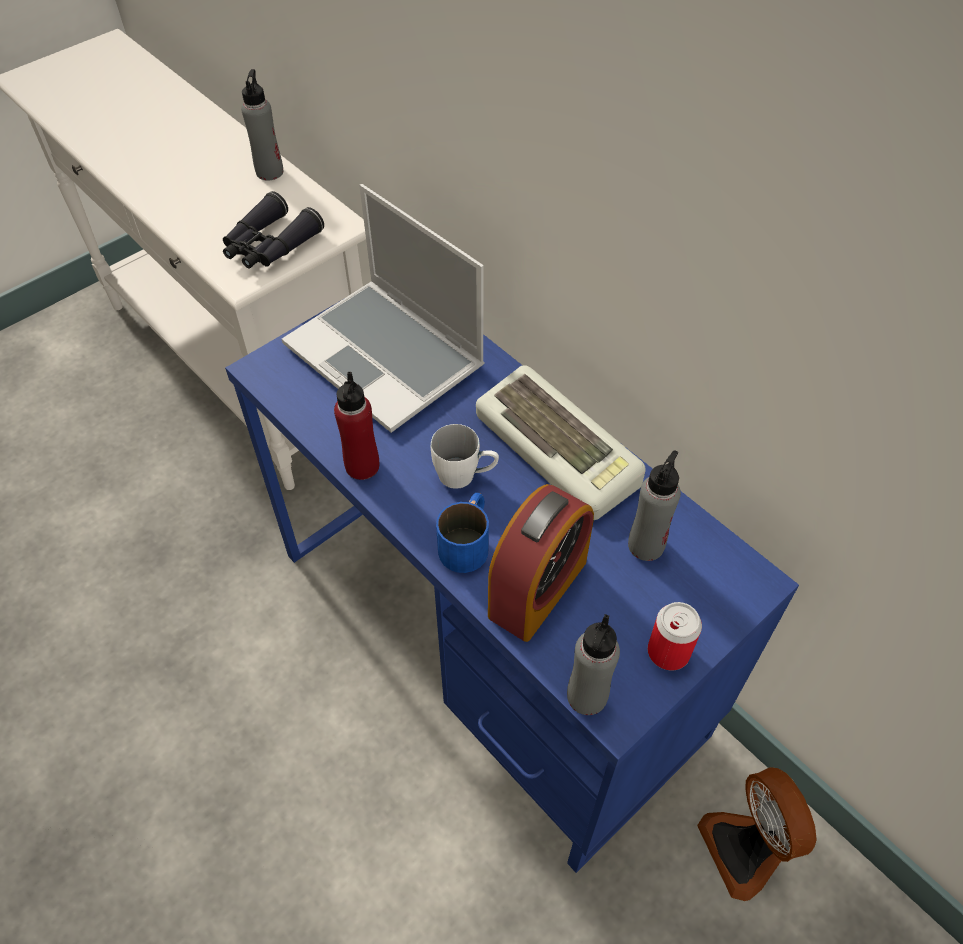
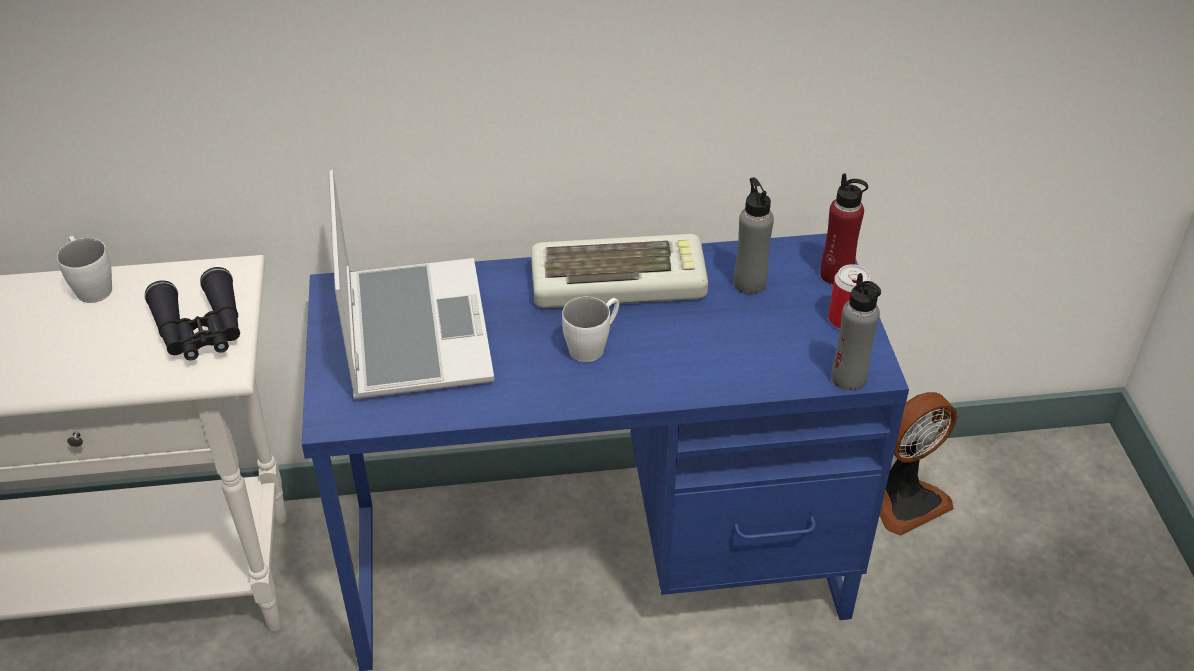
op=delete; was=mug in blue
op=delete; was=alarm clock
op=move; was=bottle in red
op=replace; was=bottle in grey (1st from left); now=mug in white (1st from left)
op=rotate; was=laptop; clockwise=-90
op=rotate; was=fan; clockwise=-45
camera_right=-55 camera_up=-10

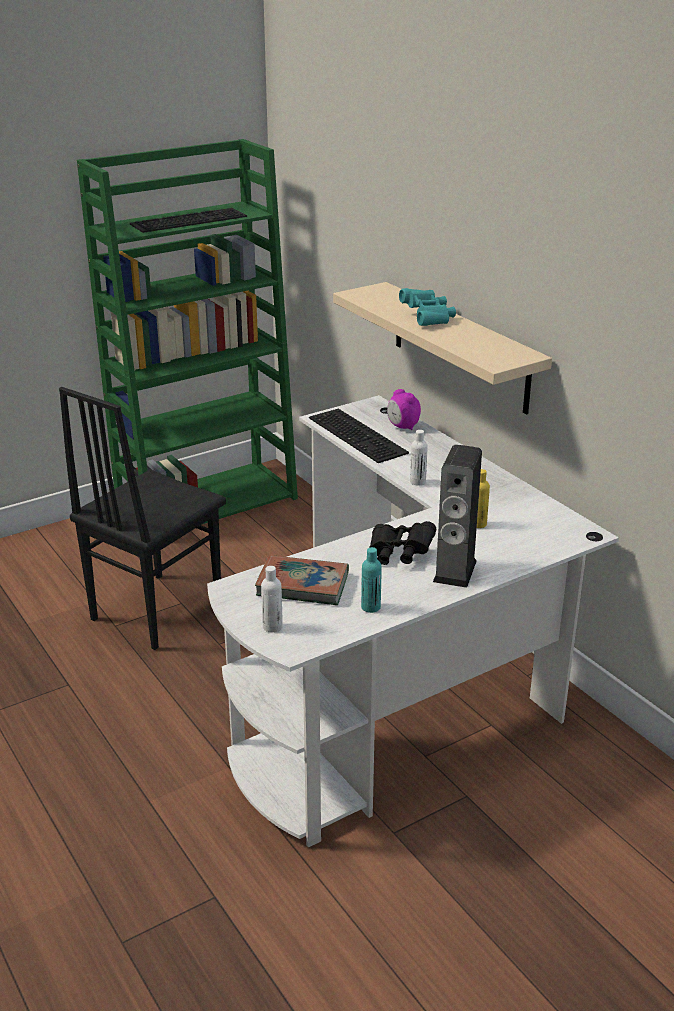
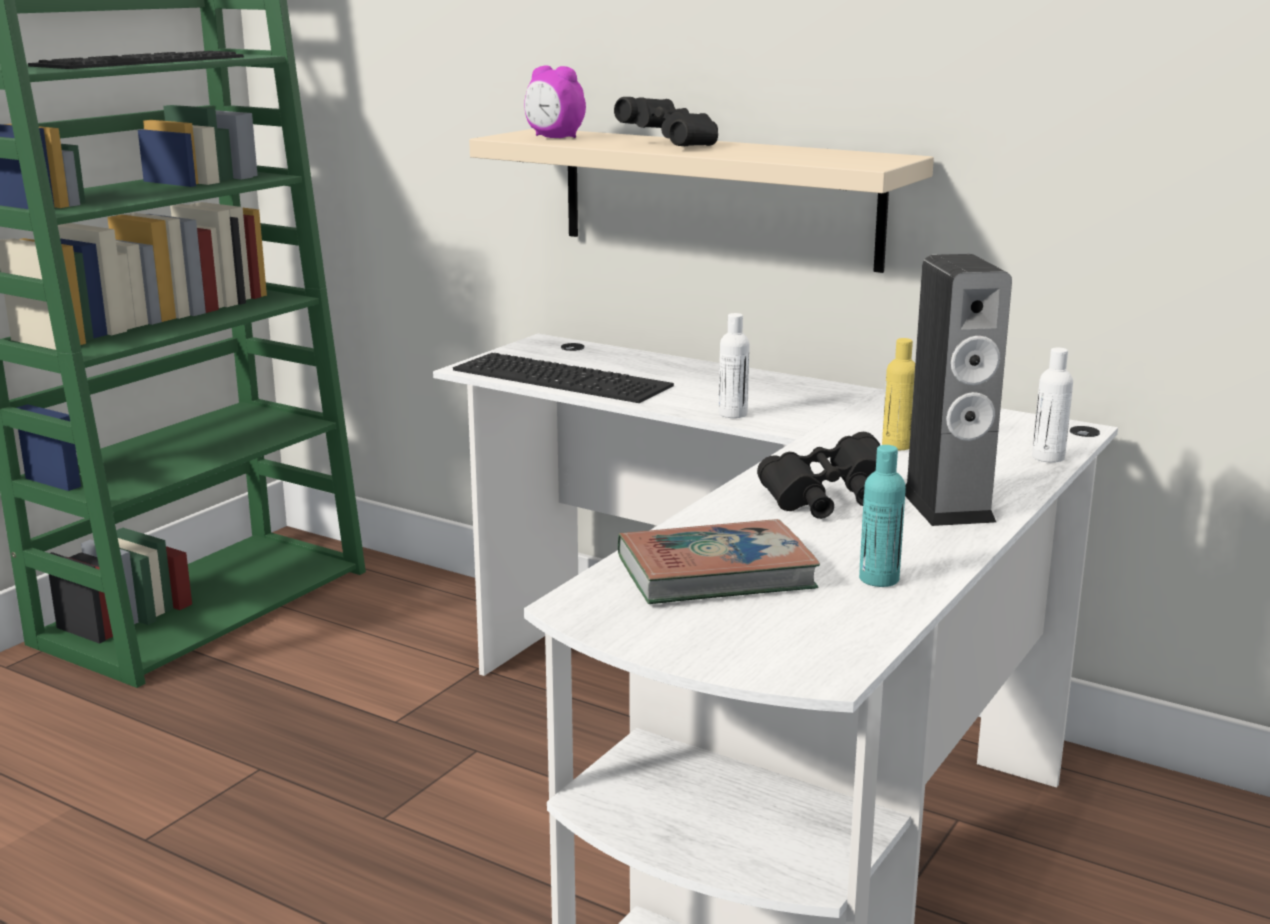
op=delete; was=chair in black
op=move; was=bottle in white (1st from left in the first image); now=bottle in white (2nd from left)
op=move; was=alarm clock
op=recolor; was=binoculars in turquoise; now=binoculars in black (1st from left)
camera_right=-25 camera_up=-10

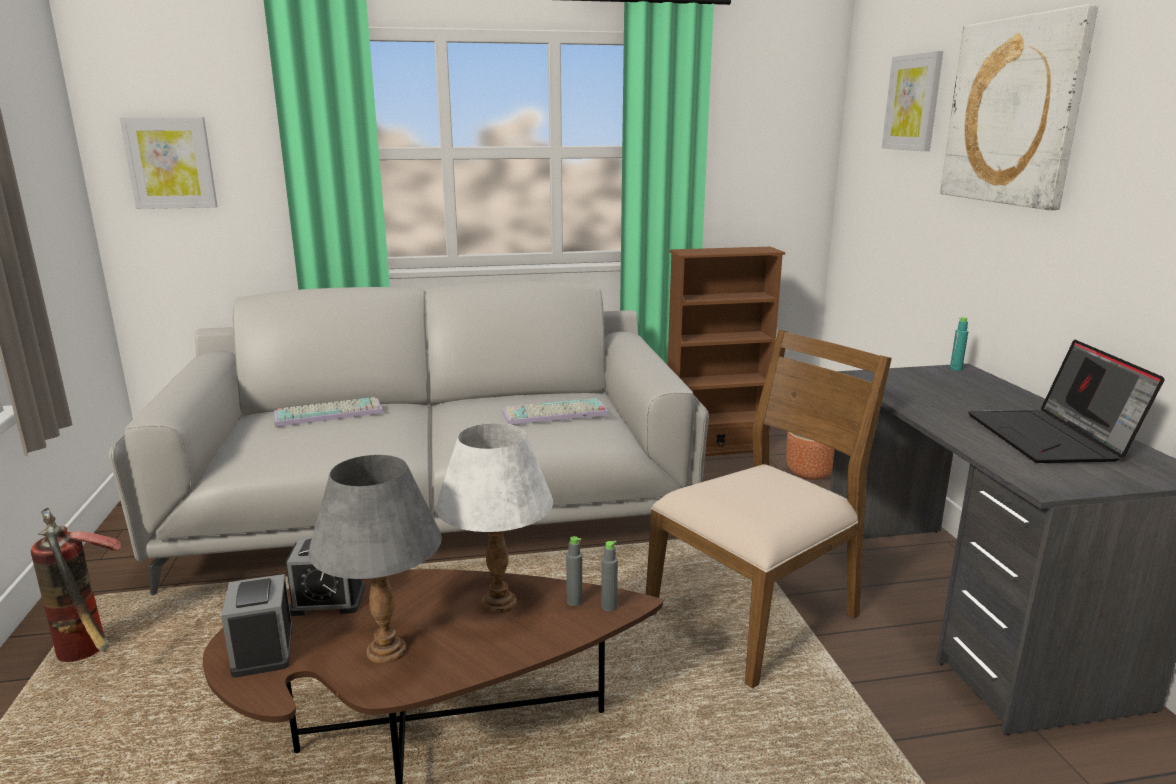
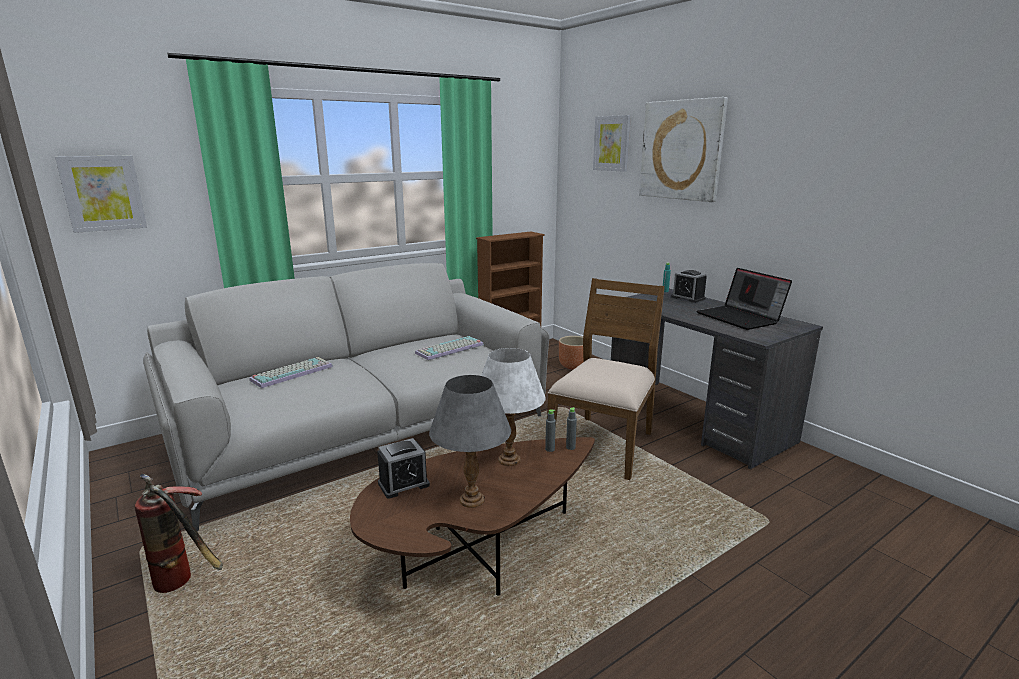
op=move; was=alarm clock (1st from left in the first image); now=alarm clock (2nd from left)
camera_right=-25 camera_up=0

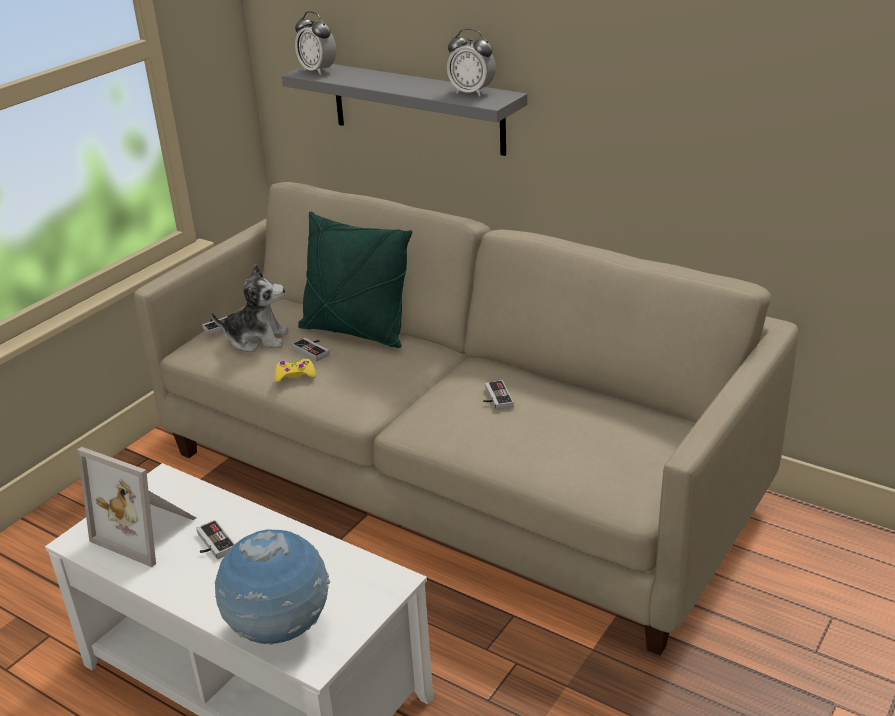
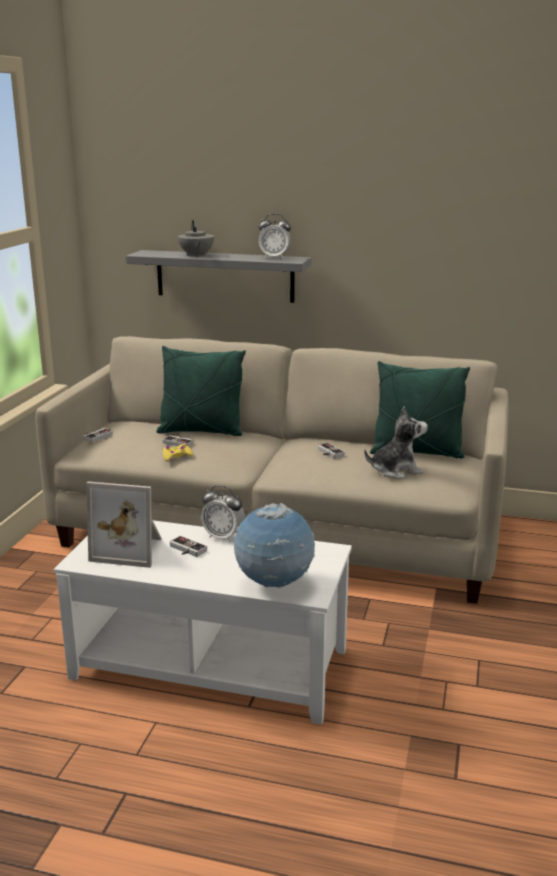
op=insert; now=teapot in grey
op=insert; now=pillow in green (2nd from left)
op=move; was=plush toy
op=move; was=alarm clock (1st from left)
camera_right=-20 camera_up=-10

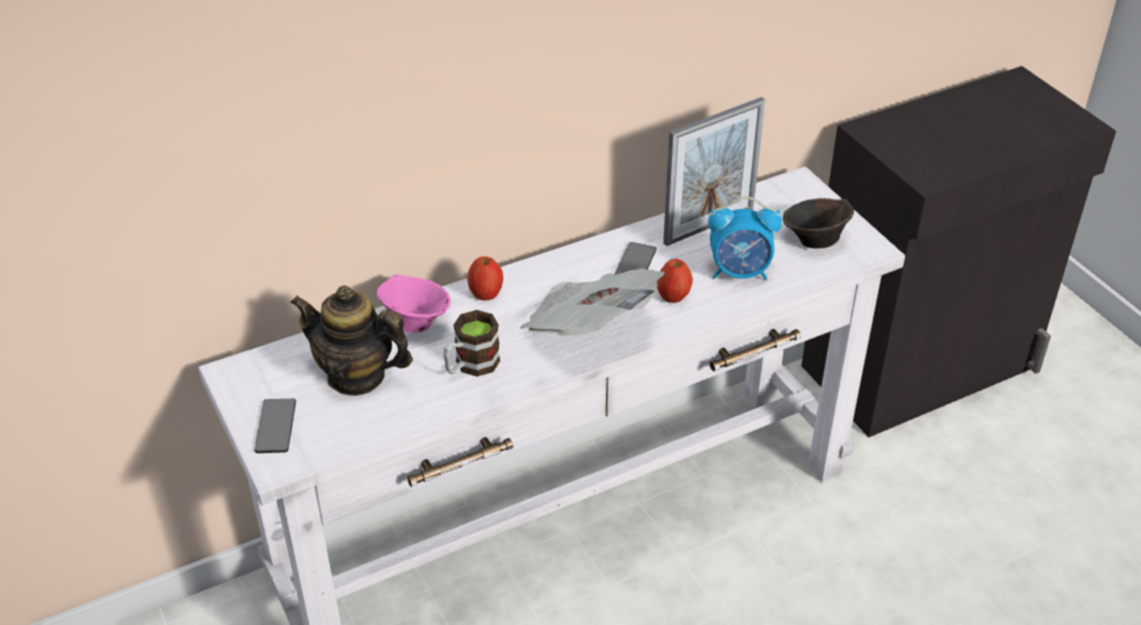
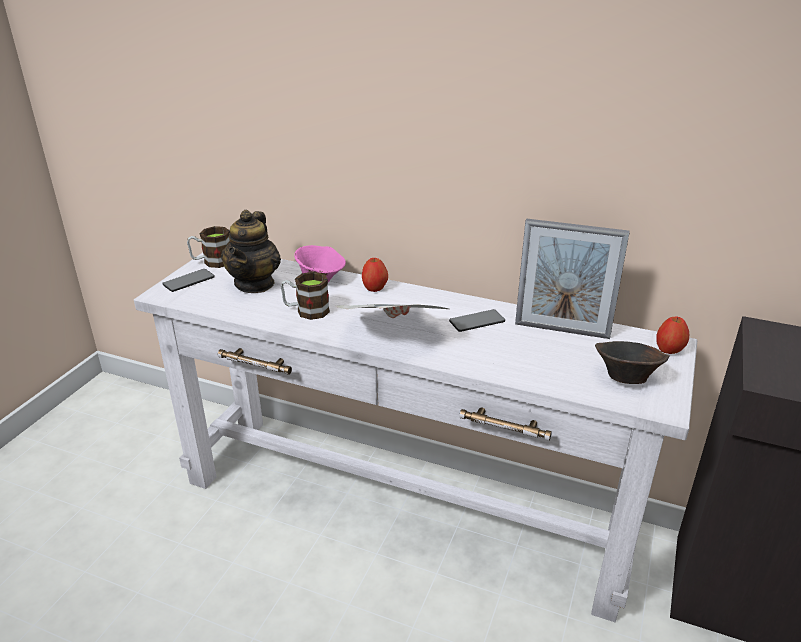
op=delete; was=alarm clock
op=insert; now=mug (1st from left)
op=move; was=apple (2nd from left)
op=rotate; was=teapot; clockwise=-150
camera_right=50 camera_up=-10

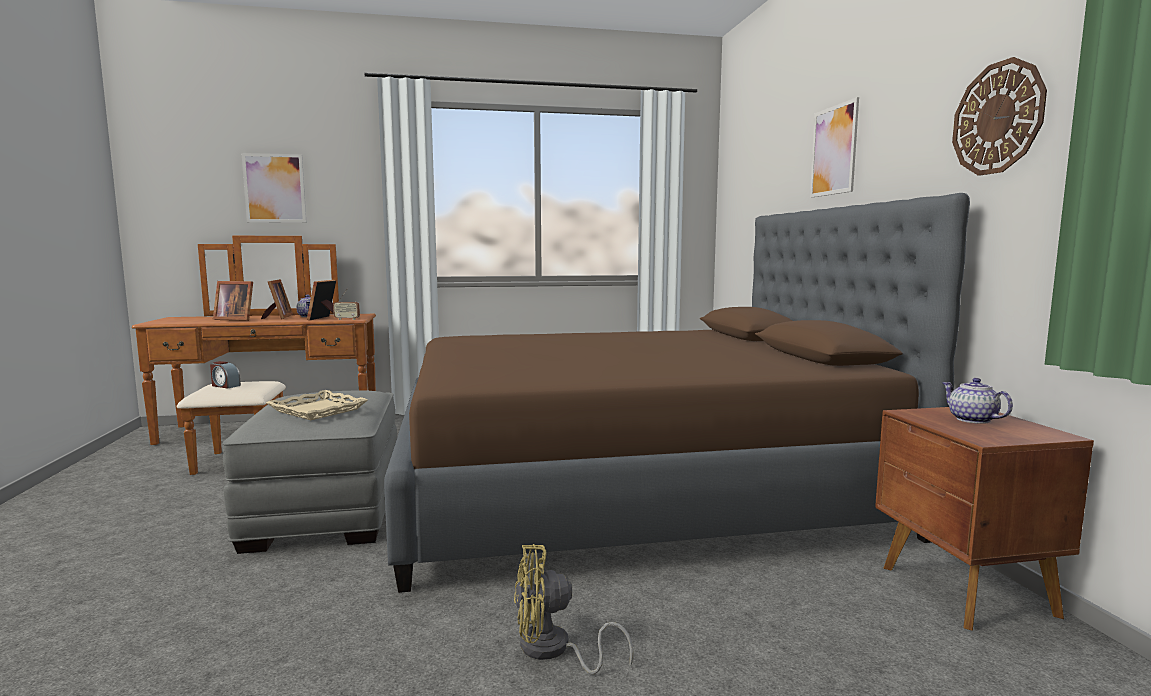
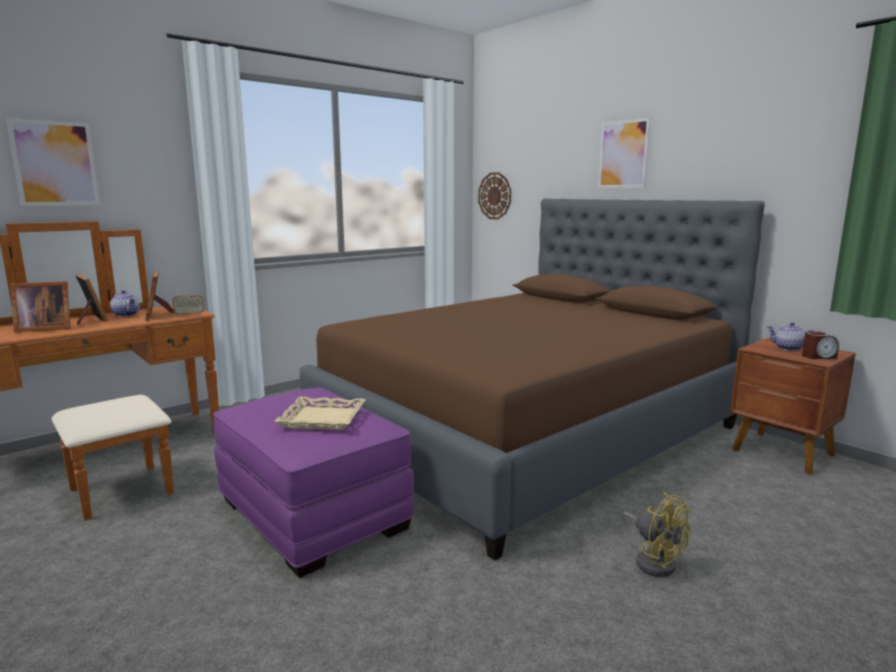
op=move; was=alarm clock
op=move; was=wall clock
op=recolor; was=ottoman in grey; now=ottoman in purple
op=rotate; was=fan in yellow; clockwise=-90
camera_right=-30 camera_up=5

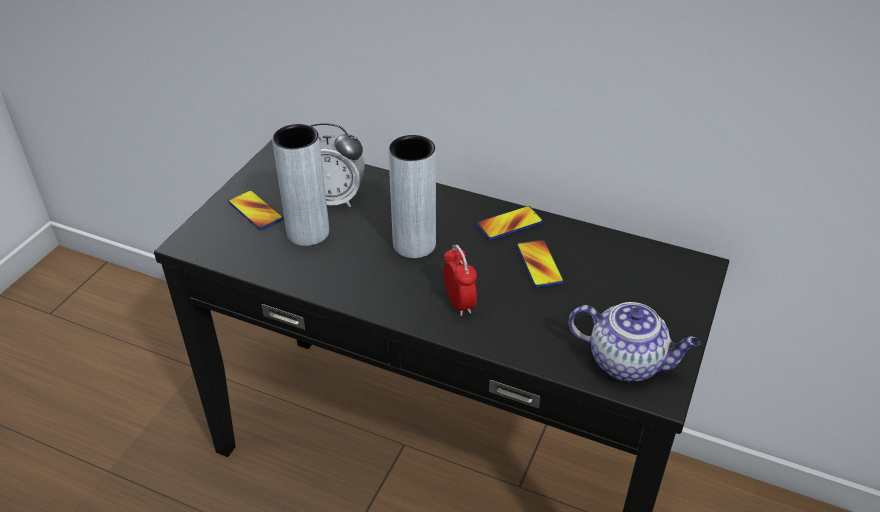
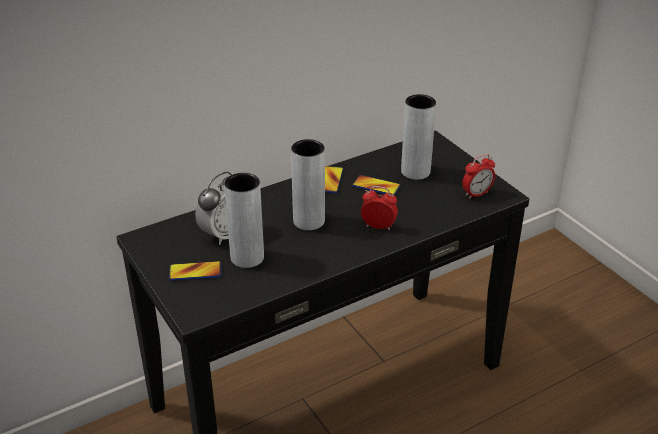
op=insert; now=vase in grey (3rd from left)
op=replace; was=teapot; now=alarm clock (3rd from left)
camera_right=-55 camera_up=-5

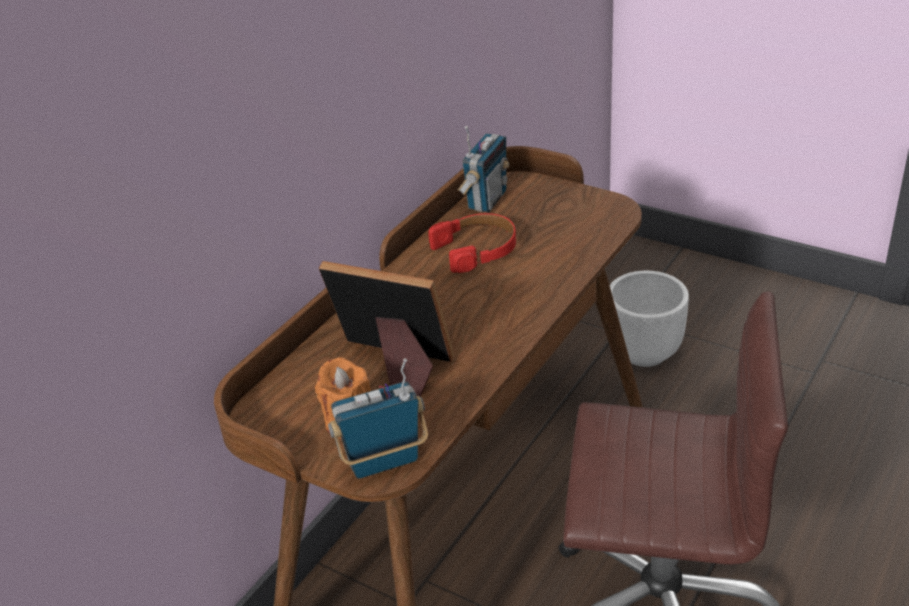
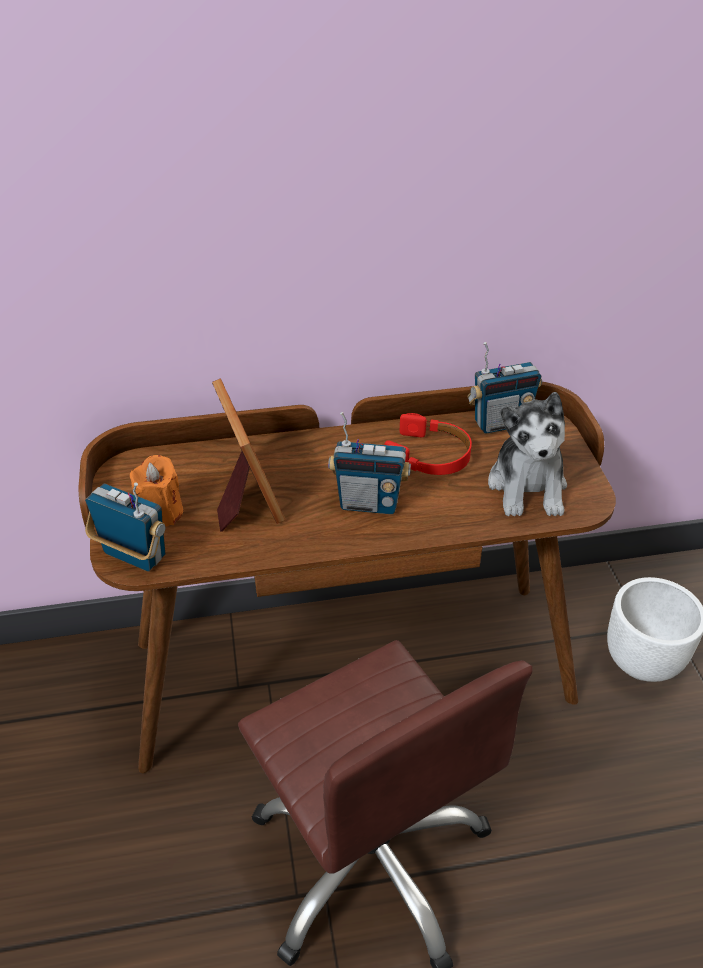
op=insert; now=radio (2nd from left)
op=insert; now=plush toy
camera_right=45 camera_up=5

